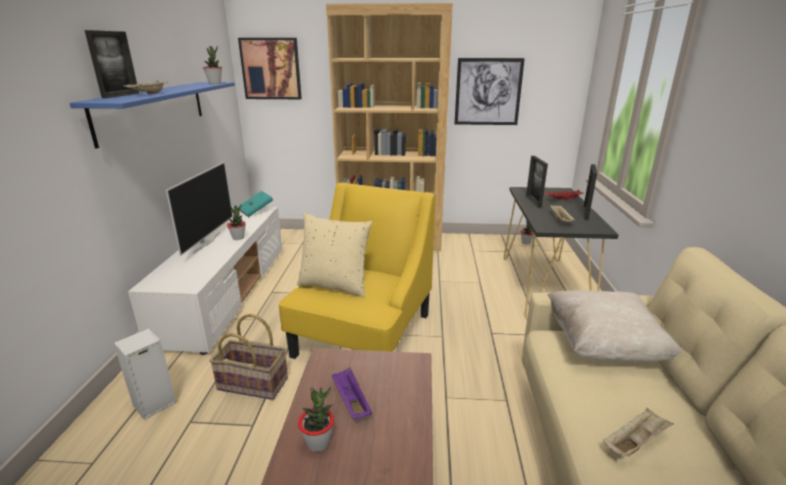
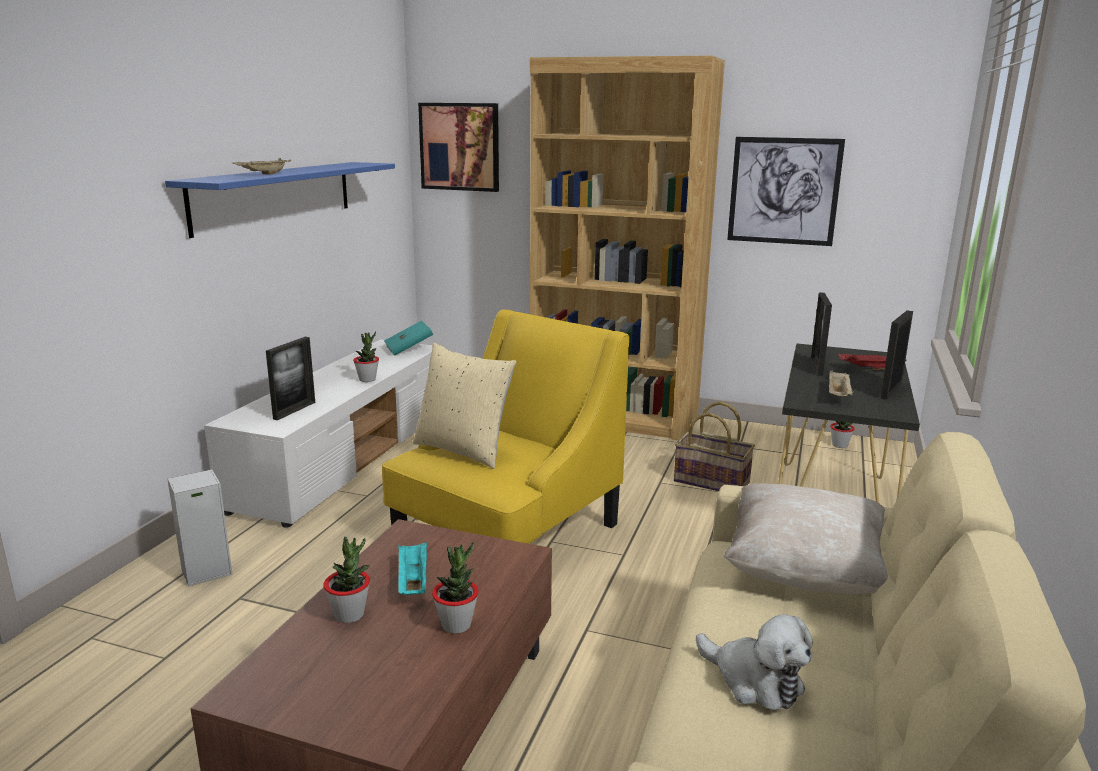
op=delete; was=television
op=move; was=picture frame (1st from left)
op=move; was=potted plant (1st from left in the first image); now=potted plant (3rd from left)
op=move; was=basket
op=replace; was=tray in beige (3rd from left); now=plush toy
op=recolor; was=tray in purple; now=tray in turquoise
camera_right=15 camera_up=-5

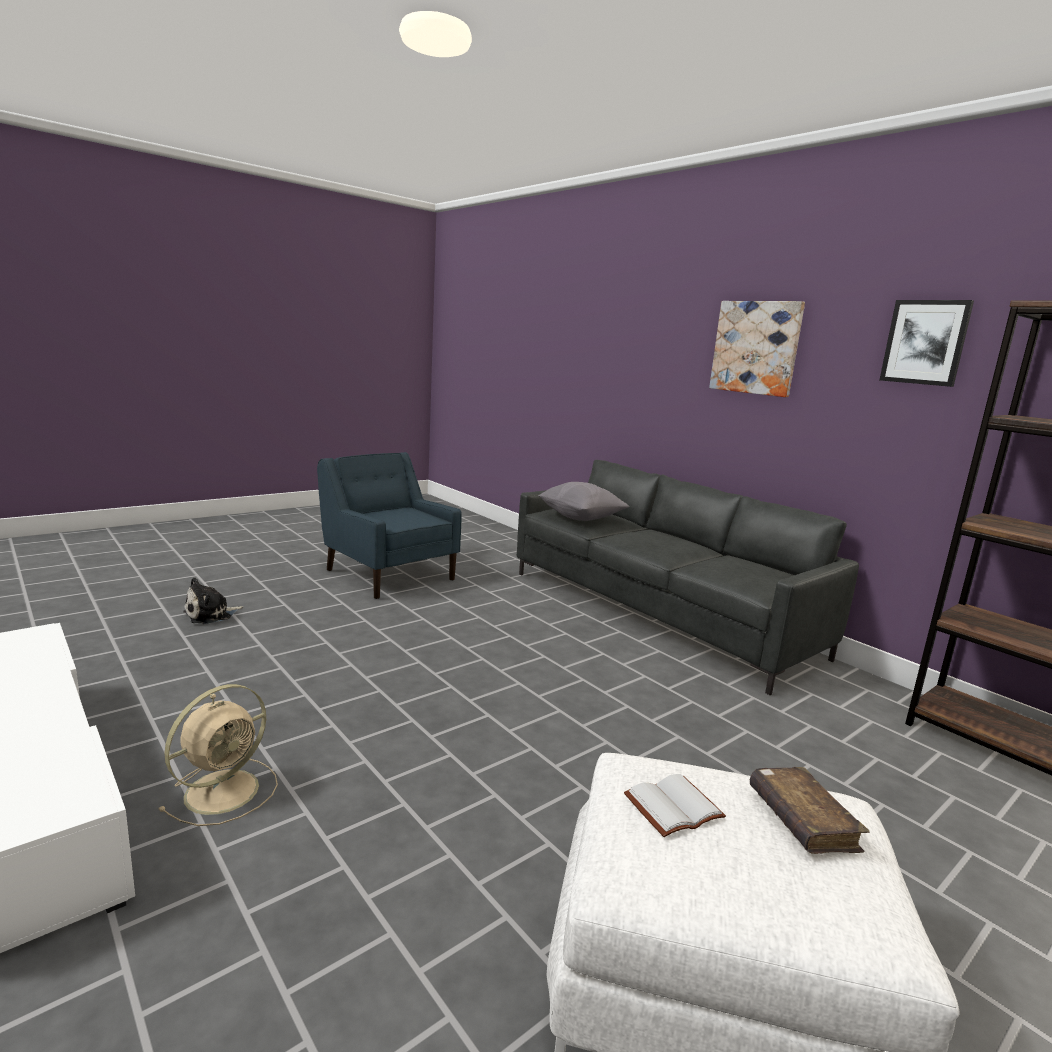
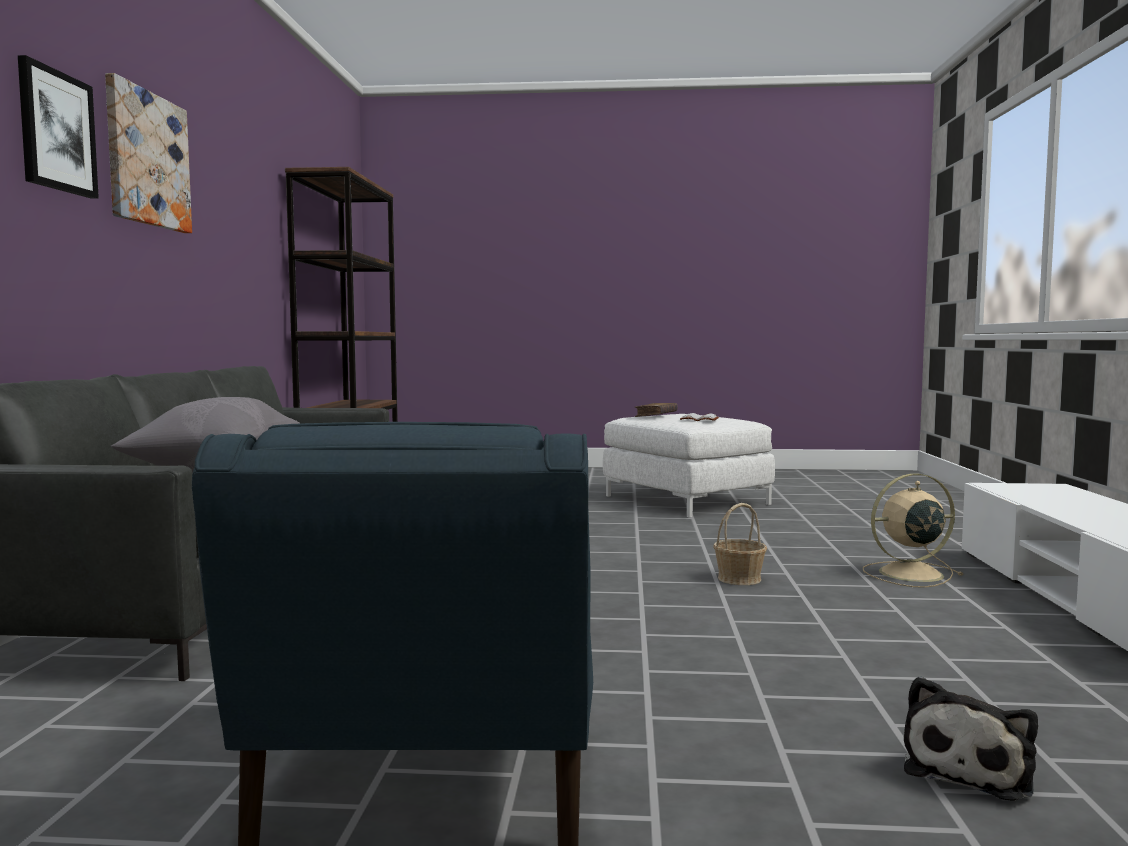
op=insert; now=basket
op=move; was=picture (2nd from left in the first image); now=picture (1st from left)
op=rotate; was=plush toy; clockwise=120
camera_right=-135 camera_up=-10

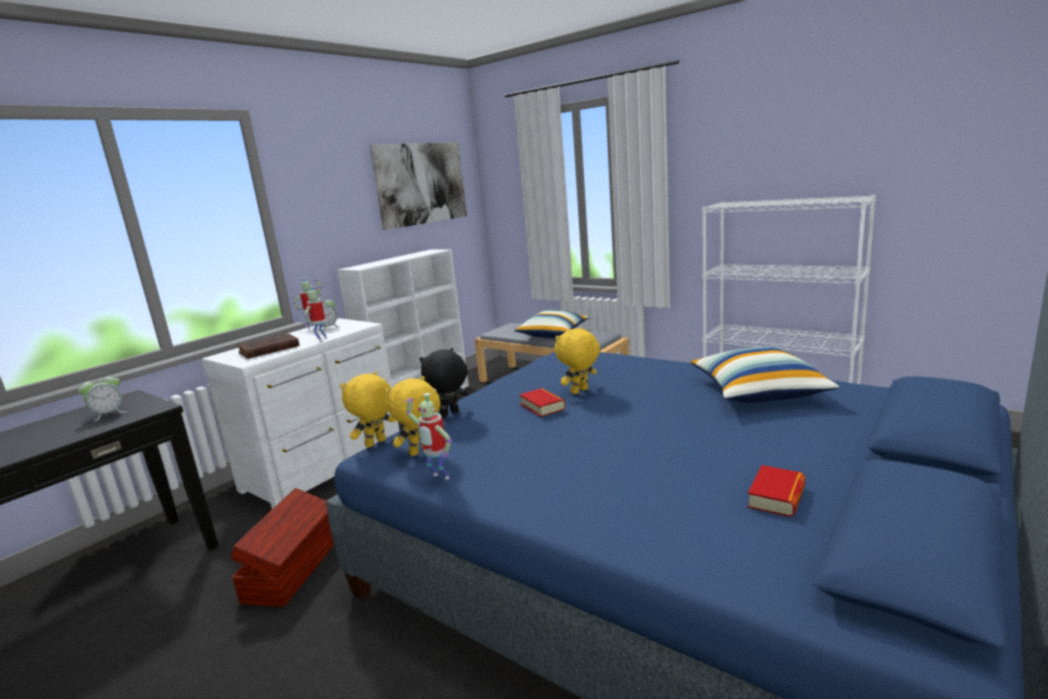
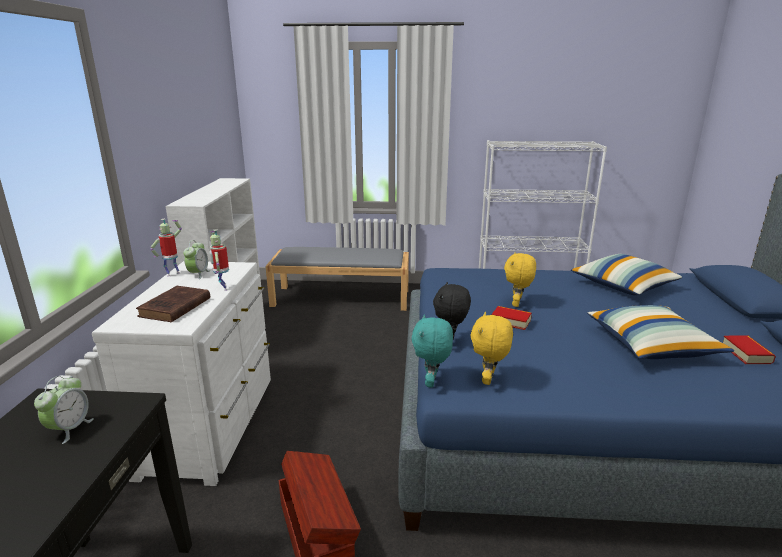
op=delete; was=picture
op=delete; was=toy robot (3rd from left)
op=move; was=pillow (1st from left in the first image); now=pillow (2nd from left)
op=recolor; was=plush toy in yellow (1st from left); now=plush toy in turquoise
camera_right=-35 camera_up=5

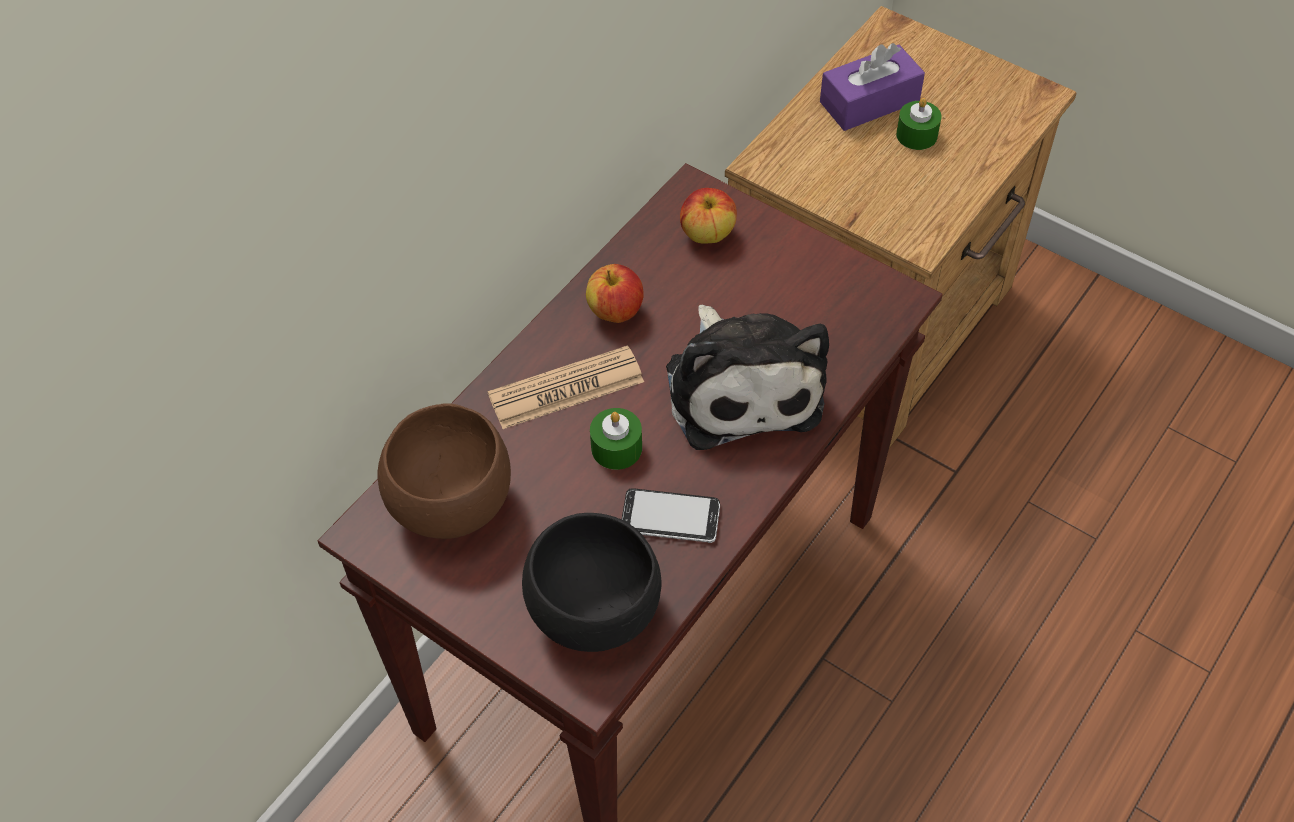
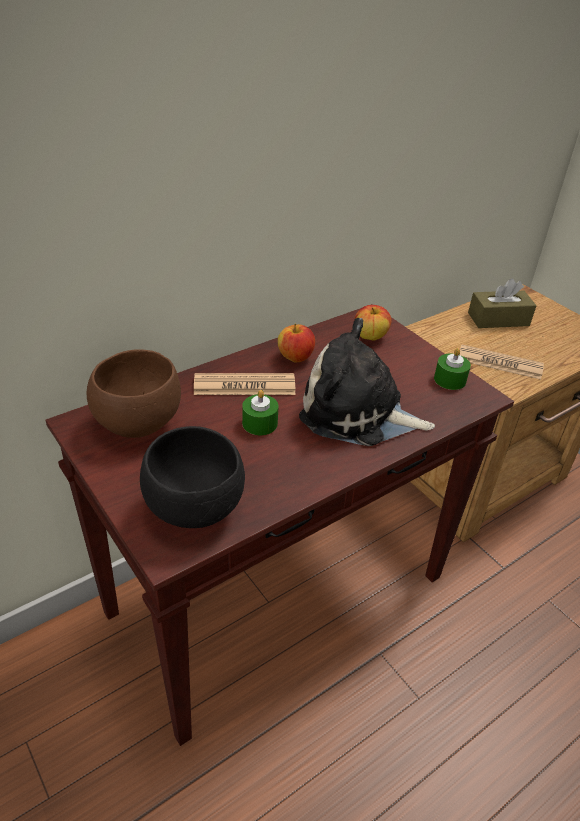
op=delete; was=phone
op=insert; now=newspaper (2nd from left)
op=move; was=candle in green (2nd from left)
op=recolor; was=tissue box in purple; now=tissue box in brown
op=rotate; was=plush toy; clockwise=105
camera_right=15 camera_up=-15

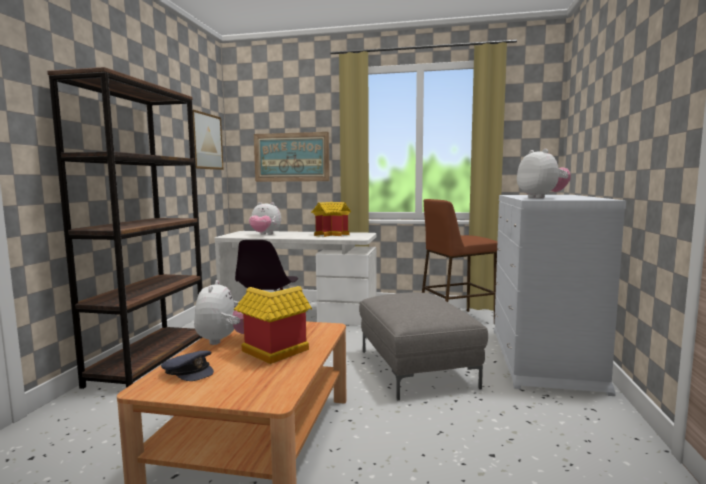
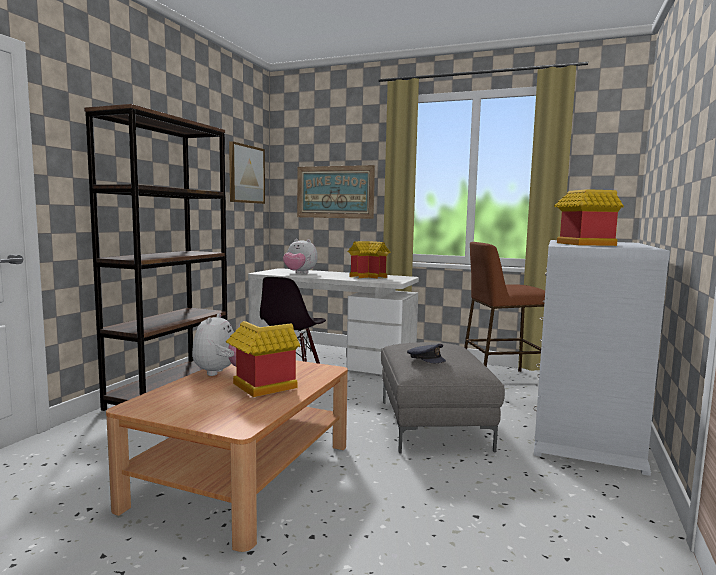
op=move; was=cap in grey
op=replace; was=plush toy (3rd from left); now=toy house (3rd from left)
camera_right=10 camera_up=0

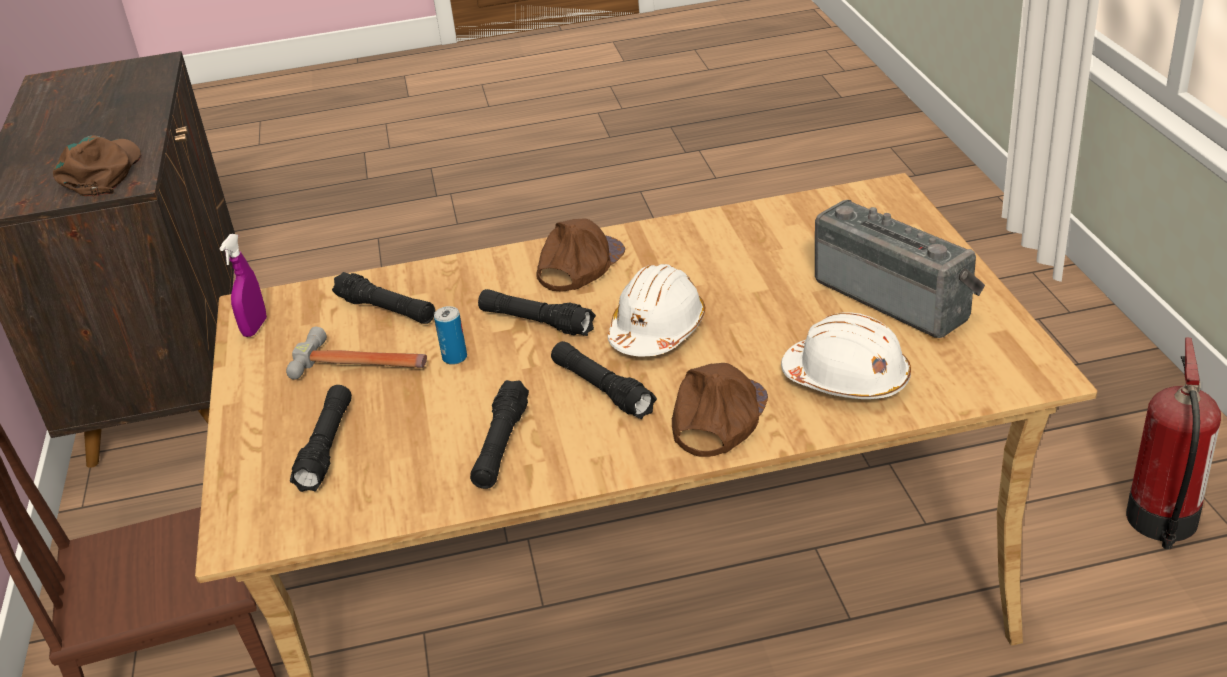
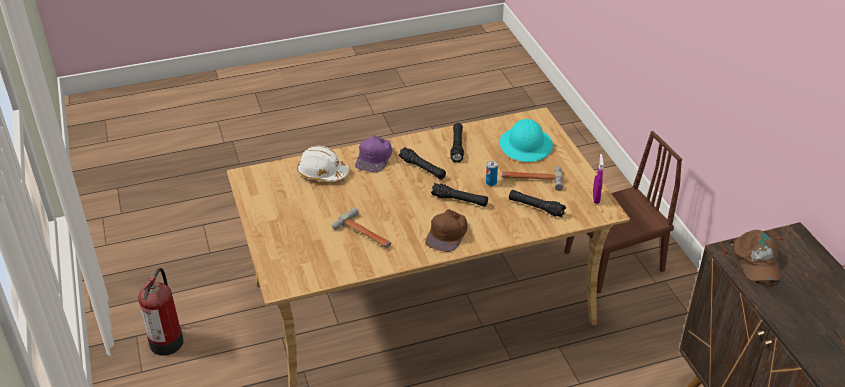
op=delete; was=hard hat in white (1st from left)
op=delete; was=radio
op=insert; now=hammer (1st from left)
op=replace; was=flashlight in black (1st from left); now=hard hat in turquoise
op=recolor; was=cap in brown (3rd from left); now=cap in purple
camera_right=170 camera_up=5

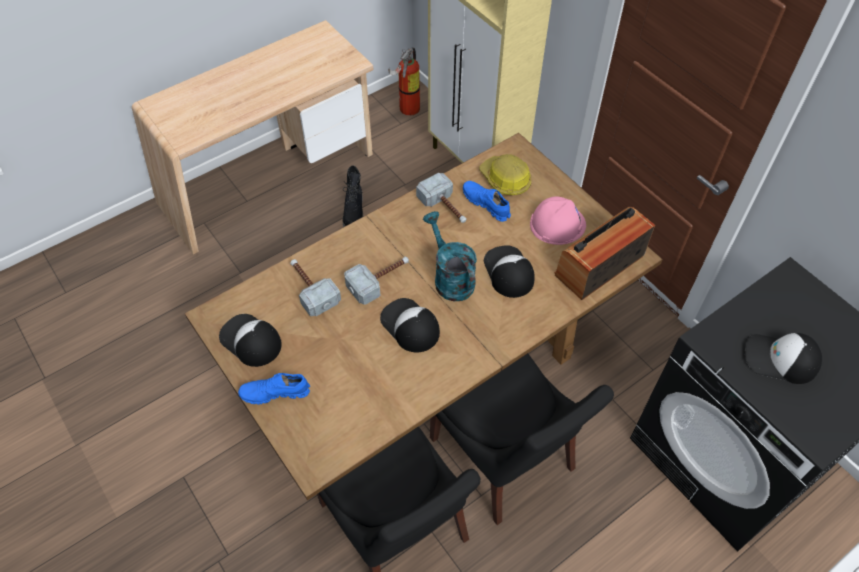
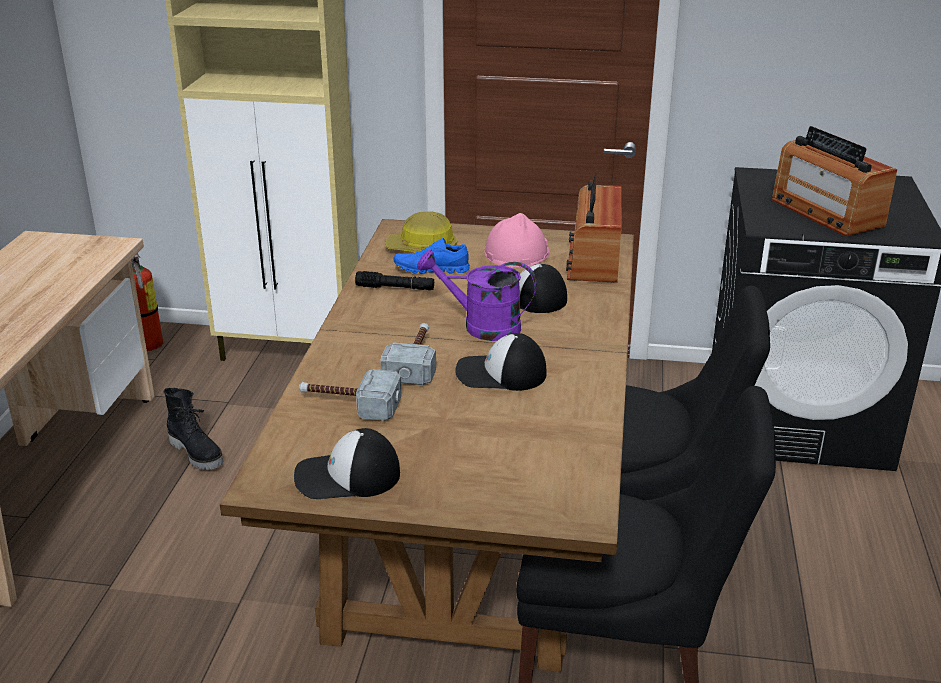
op=delete; was=shoe in blue (1st from left)
op=replace; was=hammer (3rd from left); now=flashlight in black
op=replace; was=cap (4th from left); now=radio (2nd from left)
op=recolor; was=watering can in turquoise; now=watering can in purple
camera_right=-45 camera_up=-25

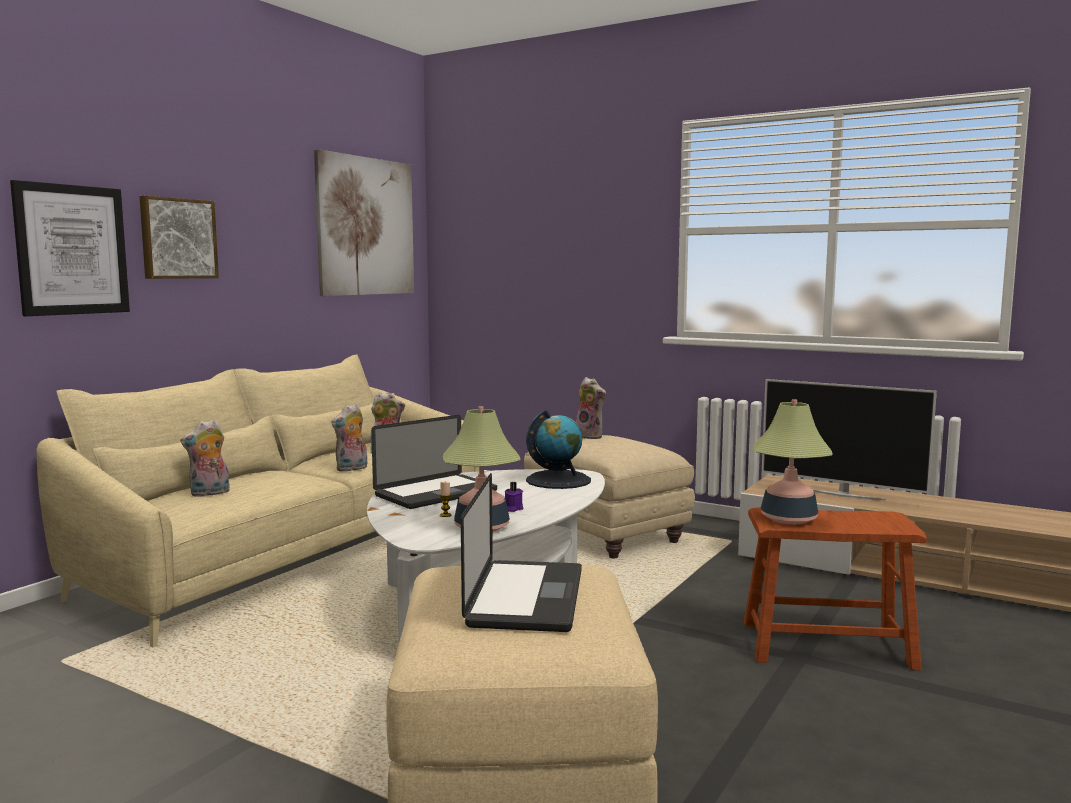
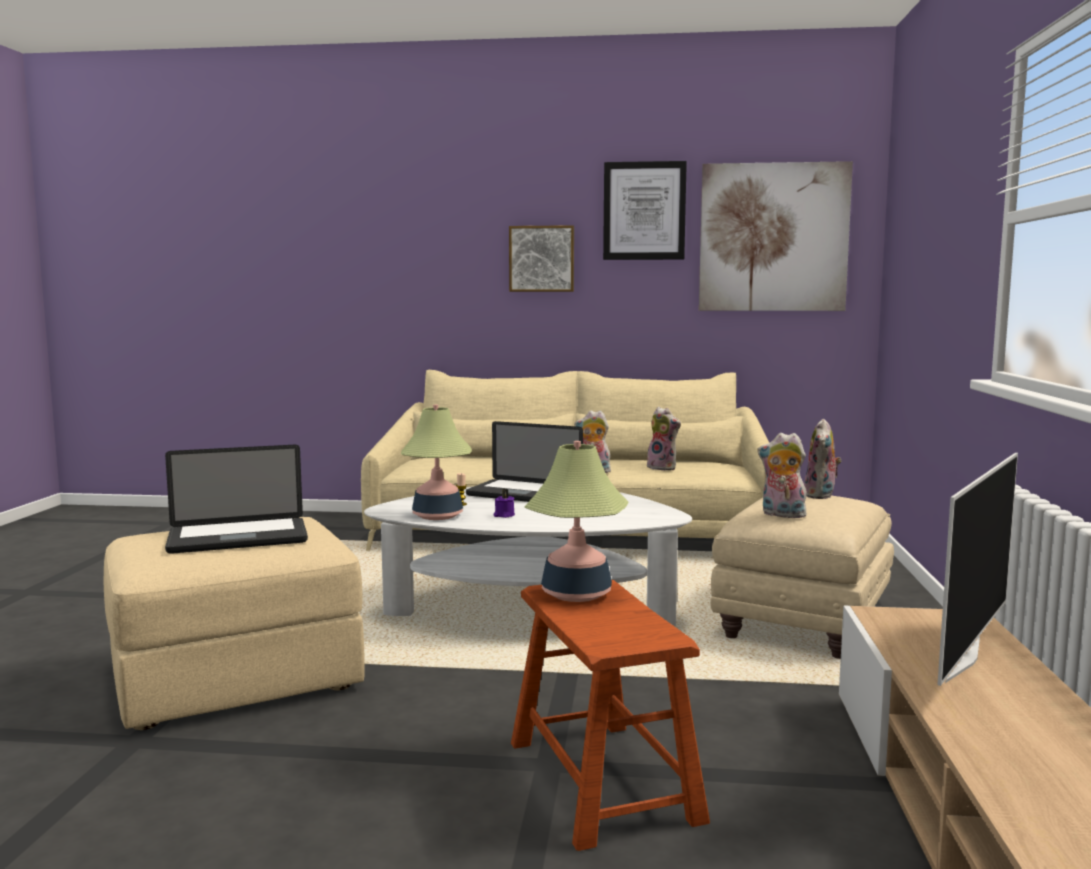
op=delete; was=globe
op=move; was=picture (1st from left in the first image); now=picture (2nd from left)
op=move; was=plush toy (1st from left in the first image); now=plush toy (3rd from left)
op=rotate; was=television; clockwise=-150
camera_right=65 camera_up=0

